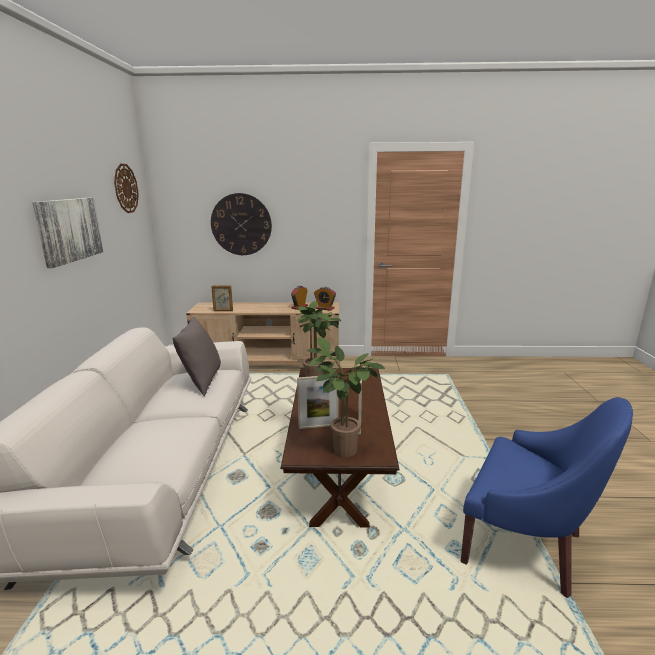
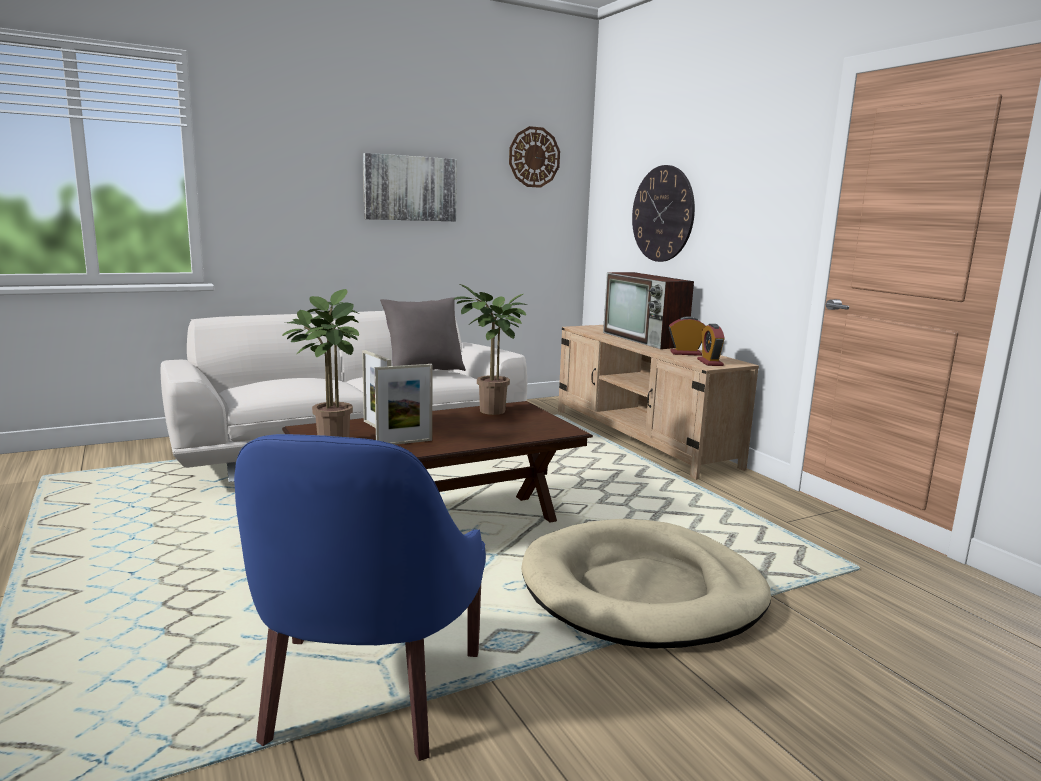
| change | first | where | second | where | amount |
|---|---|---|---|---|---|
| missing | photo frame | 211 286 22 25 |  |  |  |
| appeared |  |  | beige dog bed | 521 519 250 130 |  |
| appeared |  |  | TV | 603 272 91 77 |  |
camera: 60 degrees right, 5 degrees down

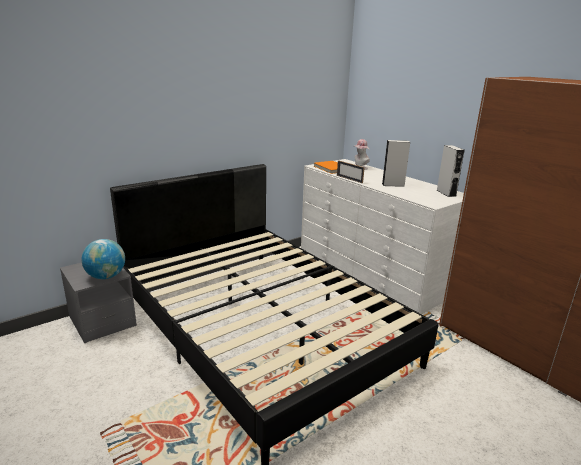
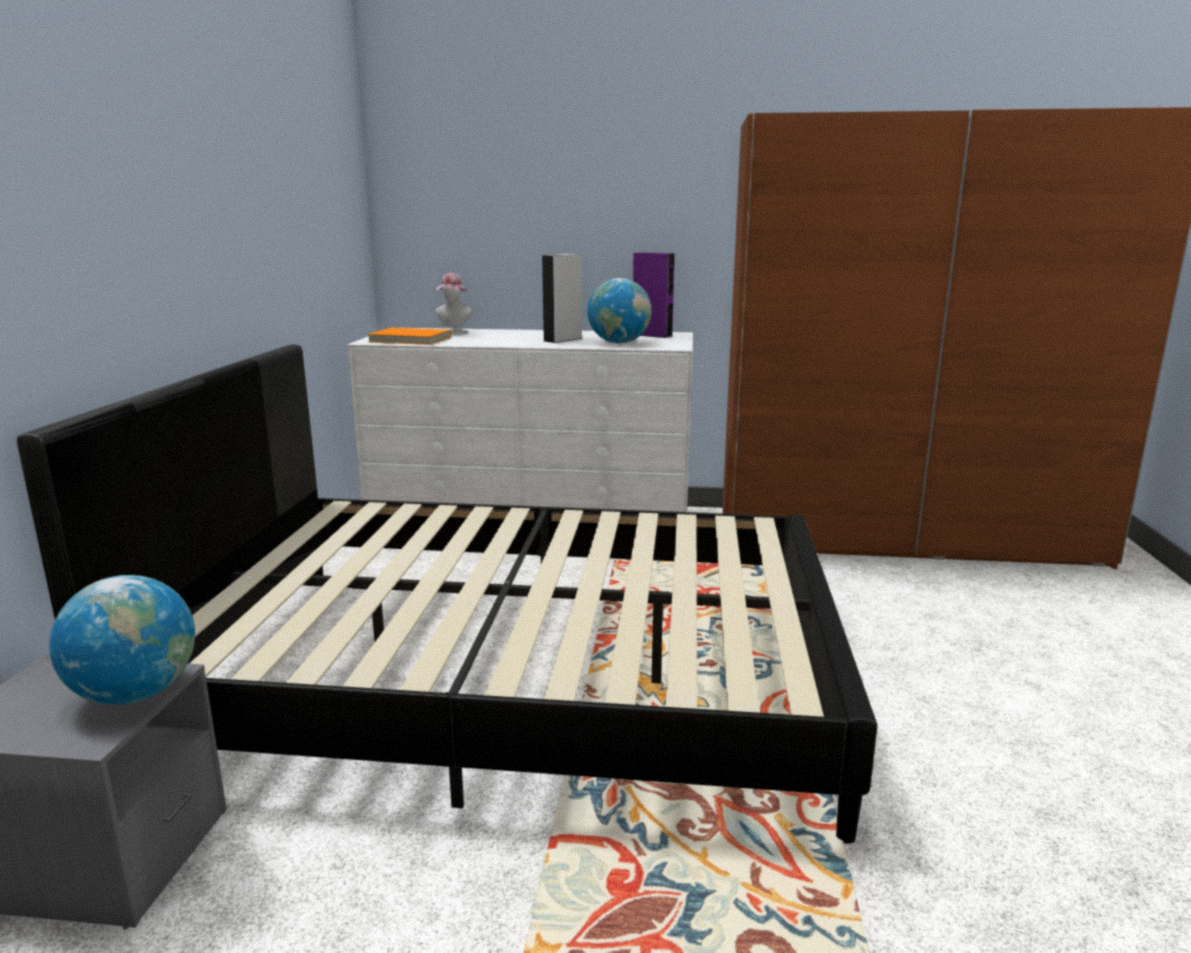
| change | first | where | second | where | amount |
|---|---|---|---|---|---|
| missing | photo frame | 337 160 28 23 |  |  |  |
| colour | greyish audio speaker | 437 145 28 52 | purple-coloured audio speaker | 633 252 42 86 |  |
| appeared |  |  | world globe | 587 278 65 66 |  |
camera: 45 degrees left, 5 degrees down

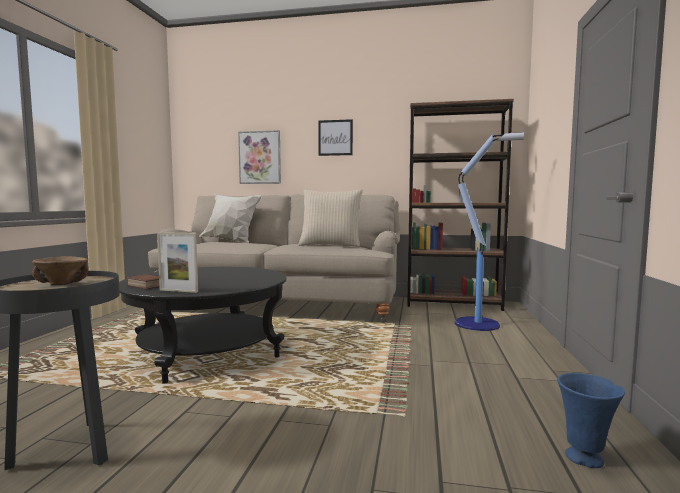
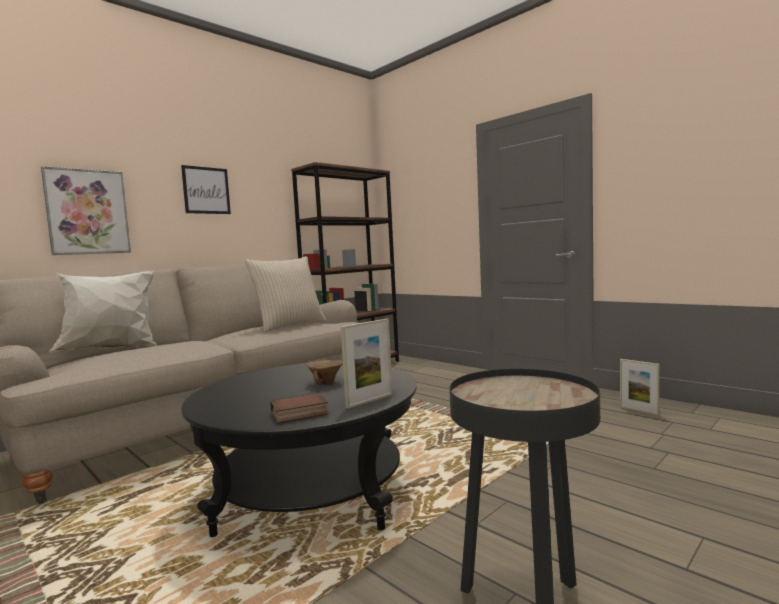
| change | first | where | second | where | amount |
|---|---|---|---|---|---|
| relocated | brownish deep dish | 32 256 56 29 |  | 307 360 36 25 |  |
| missing | standard lamp | 455 132 69 199 |  |  |  |
| exchanged | blue flower vase | 557 373 68 95 | photo frame | 620 359 39 56 |  |
camera: 55 degrees left, 0 degrees up

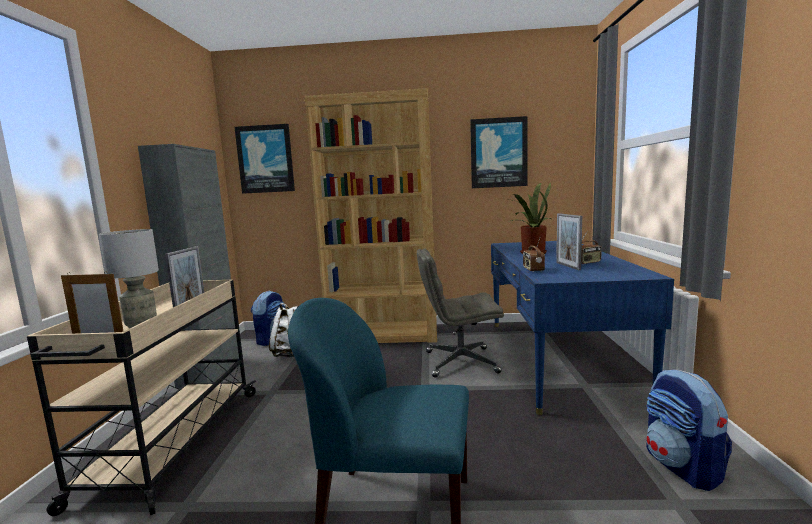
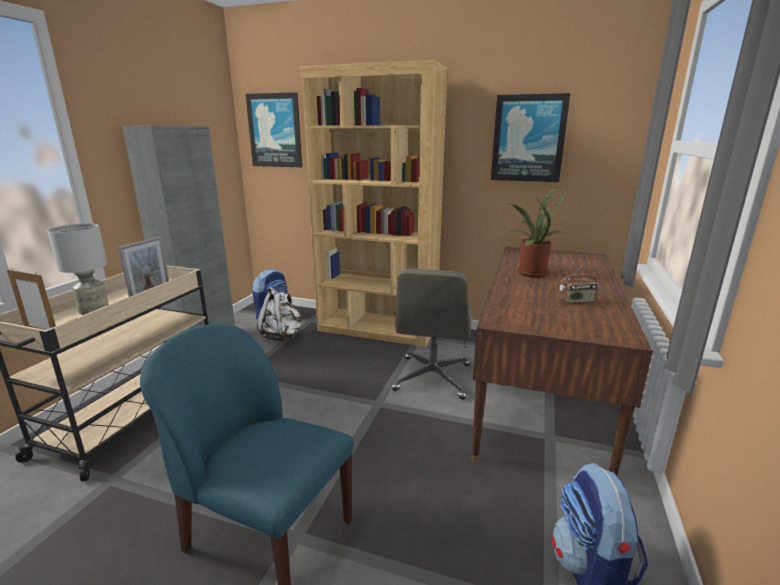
| change | first | where | second | where | amount |
|---|---|---|---|---|---|
| spun | greyish office chair | 417 248 87 130 |  | 392 269 80 131 | 90 degrees counterclockwise |
| colour | blue desk table | 491 241 183 174 | brownish desk table | 471 247 182 229 |  |
| missing | radio set | 523 238 22 34 |  |  |  |
| missing | photo frame | 556 213 26 57 |  |  |  |
camera: 15 degrees right, 10 degrees up

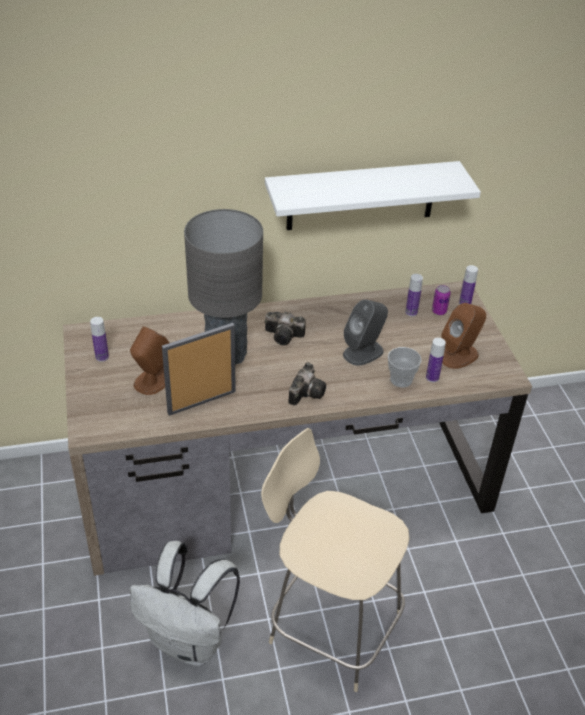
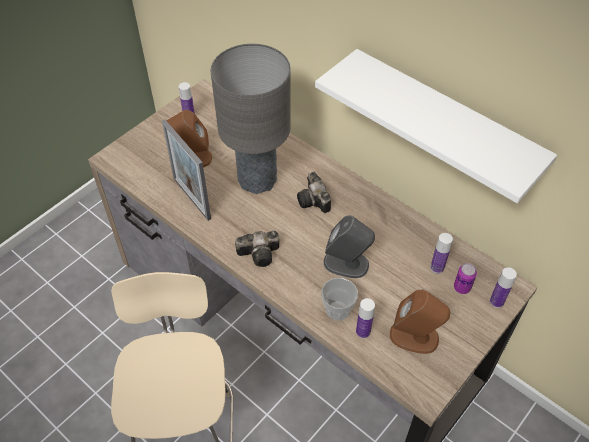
| change | first | where | second | where | amount |
|---|---|---|---|---|---|
| missing | white rucksack | 130 541 110 125 |  |  |  |
| spun | photo frame | 162 323 74 93 |  | 162 120 49 101 | 150 degrees counterclockwise |
camera: 55 degrees right, 10 degrees up

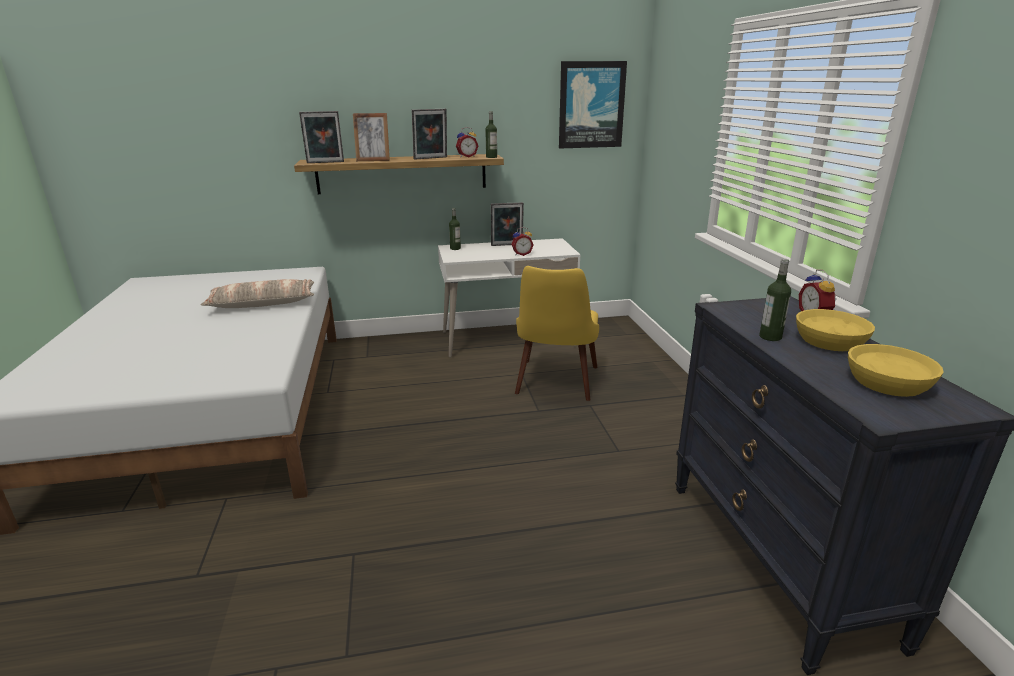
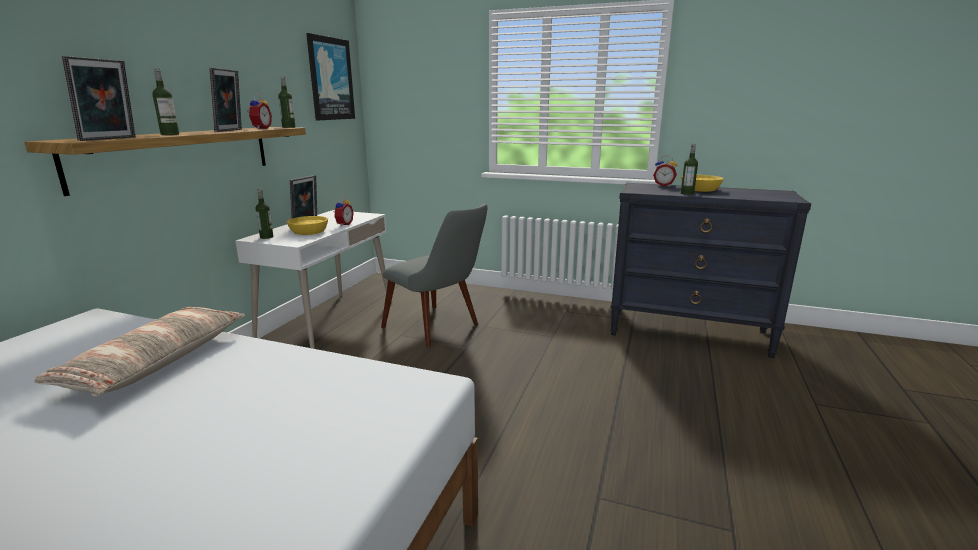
| change | first | where | second | where | amount |
|---|---|---|---|---|---|
| exchanged | photo frame | 353 113 37 48 | bottle | 152 68 27 67 |  |
| colour | yellow plain chair | 515 266 84 135 | greyish plain chair | 381 204 107 143 |  |
| relocated | yellow deep dish | 848 344 96 53 |  | 287 216 41 19 |  |
camera: 60 degrees left, 5 degrees down

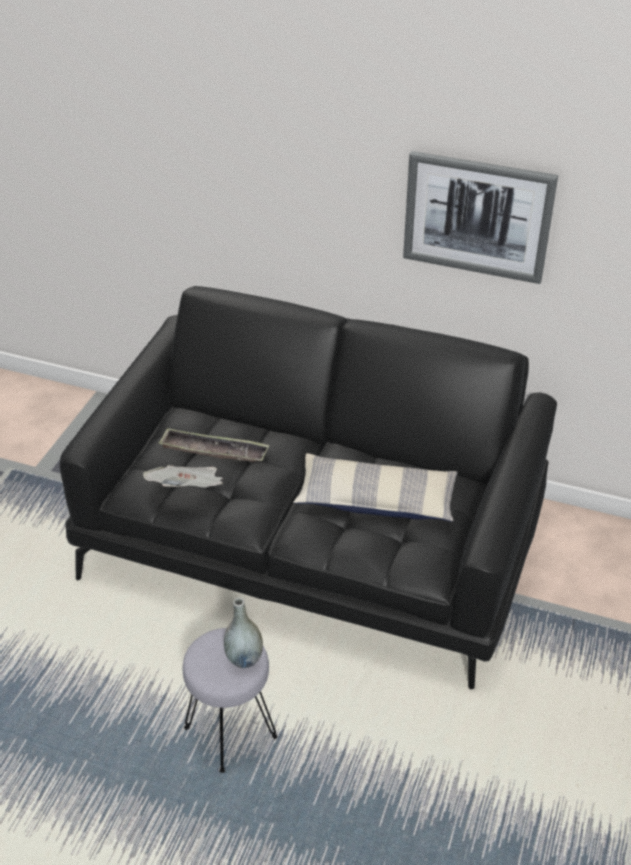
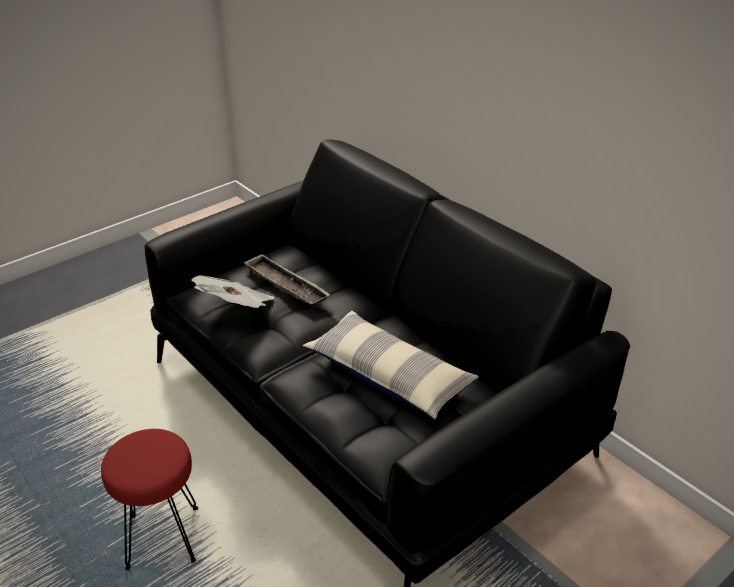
| change | first | where | second | where | amount |
|---|---|---|---|---|---|
| colour | greyish sitting stool | 183 628 94 145 | red sitting stool | 101 429 97 141 |  |
| missing | greyish flower vase | 224 597 39 71 |  |  |  |
| missing | picture | 403 151 155 133 |  |  |  |
camera: 30 degrees right, 5 degrees down

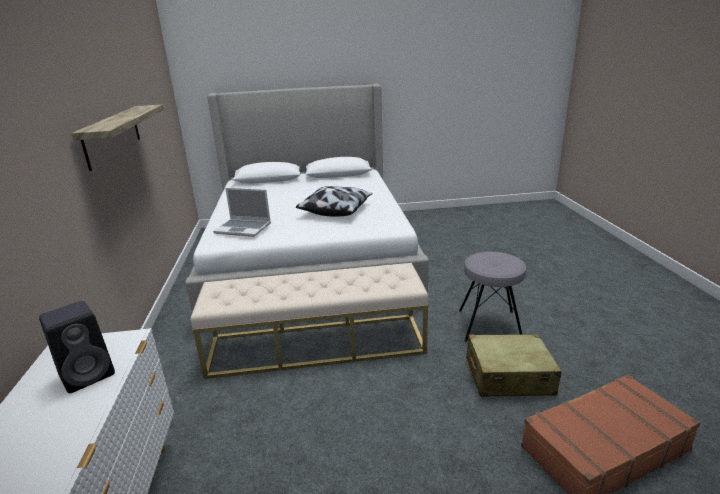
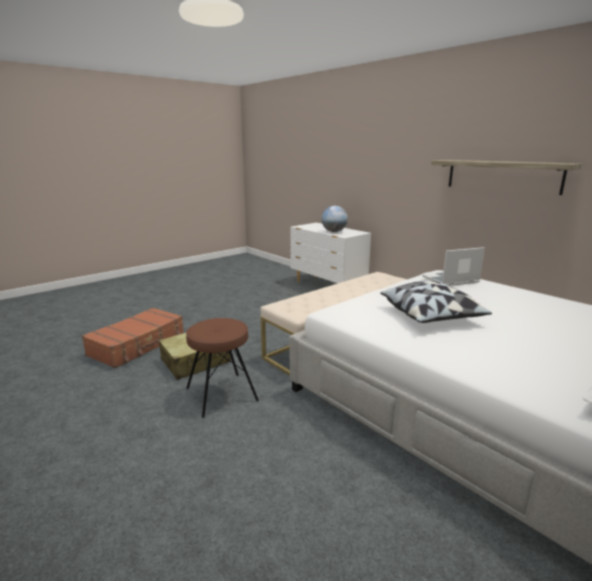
| change | first | where | second | where | amount |
|---|---|---|---|---|---|
| exchanged | blackish audio speaker | 39 301 76 92 | world globe | 322 206 26 26 |  |
| colour | greyish sitting stool | 459 252 67 90 | brownish sitting stool | 186 318 73 100 |  |
camera: 145 degrees right, 5 degrees down

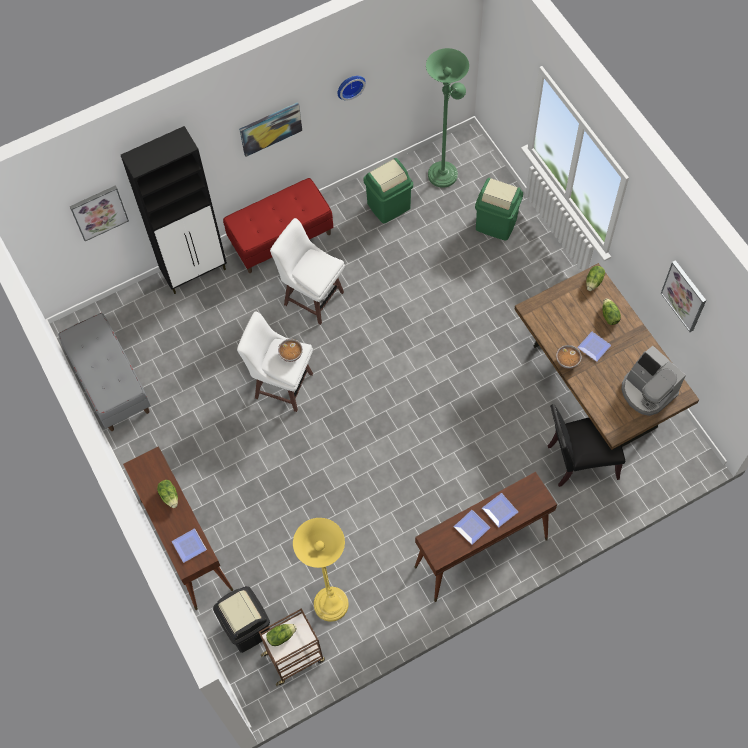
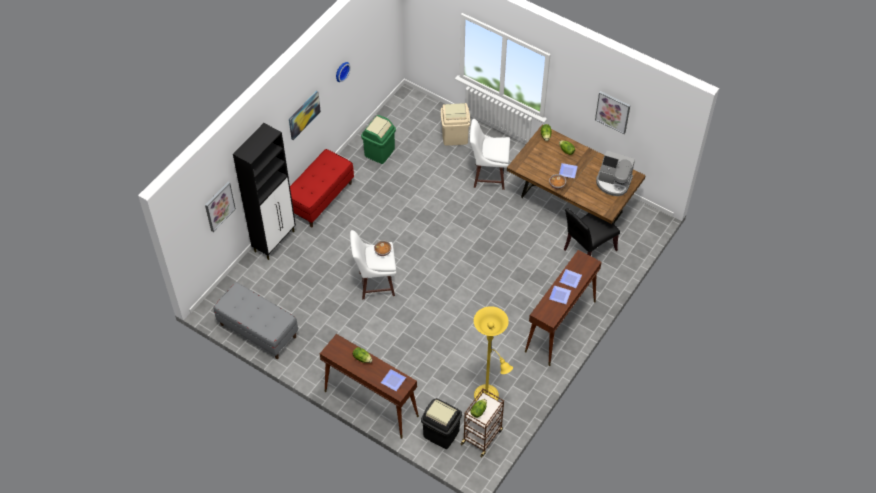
| change | first | where | second | where | amount |
|---|---|---|---|---|---|
| relocated | white sitting stool | 270 218 75 107 |  | 470 119 40 71 |  |
| missing | green standard lamp | 426 48 43 140 |  |  |  |
| colour | green trash can | 475 178 48 63 | beige trash can | 441 103 29 43 |  |
camera: 30 degrees left, 10 degrees down

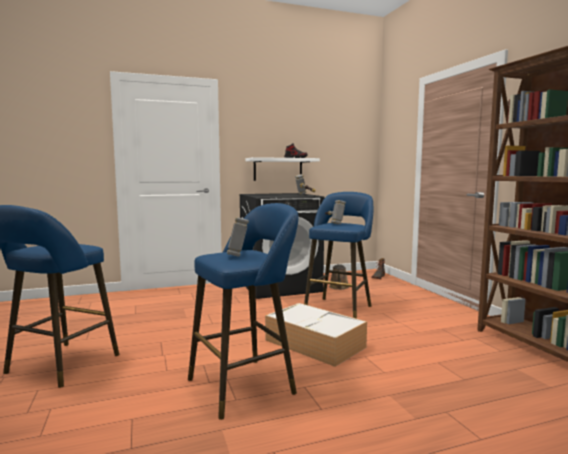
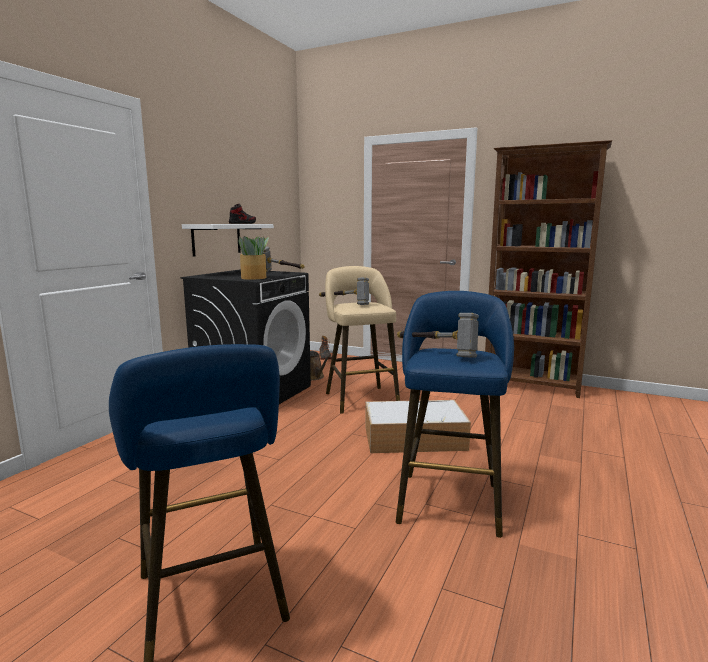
| change | first | where | second | where | amount |
|---|---|---|---|---|---|
| colour | blue sitting stool | 304 192 69 127 | beige sitting stool | 325 266 75 148 |  |
| appeared |  |  | plant in a pot | 238 236 31 44 |  |
camera: 45 degrees left, 5 degrees up

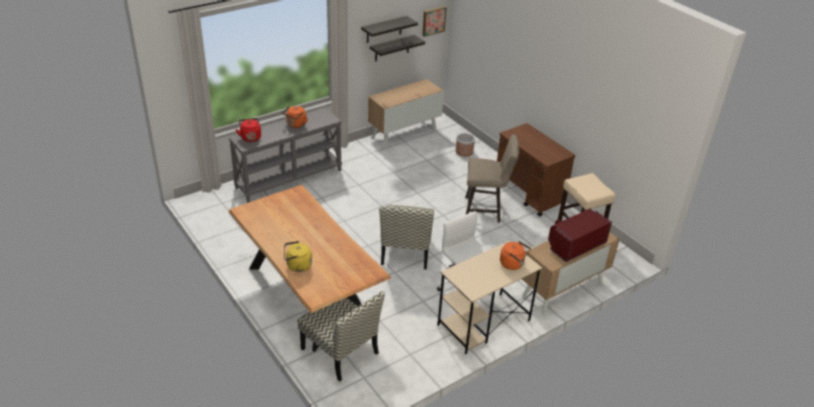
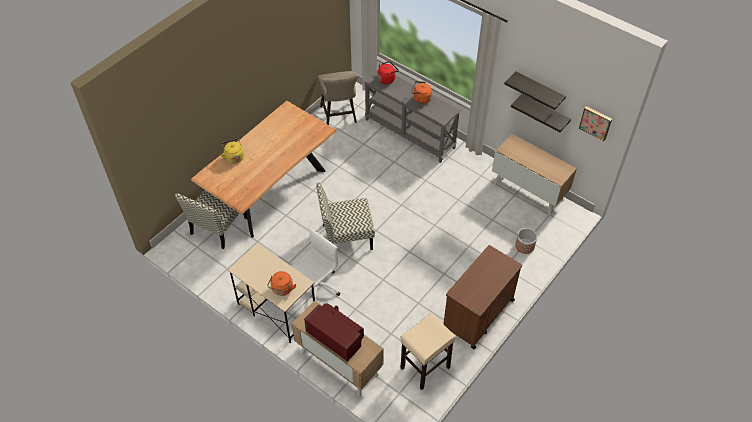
| change | first | where | second | where | amount |
|---|---|---|---|---|---|
| relocated | beige sitting stool | 465 134 54 89 |  | 318 71 41 54 |  |
camera: 75 degrees right, 15 degrees up

